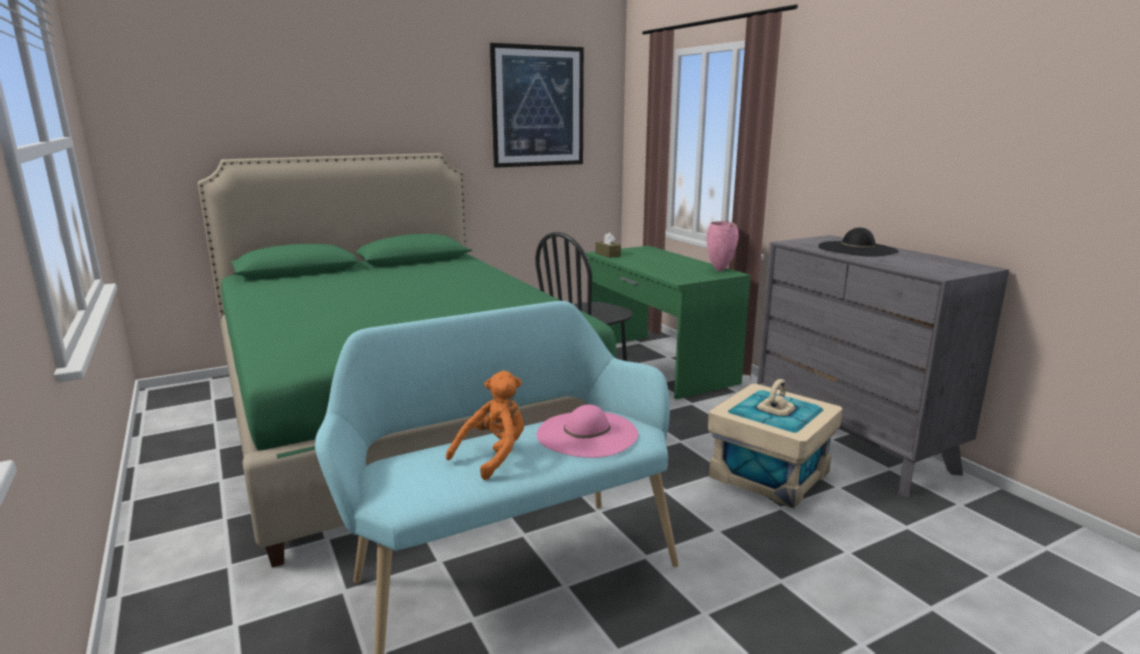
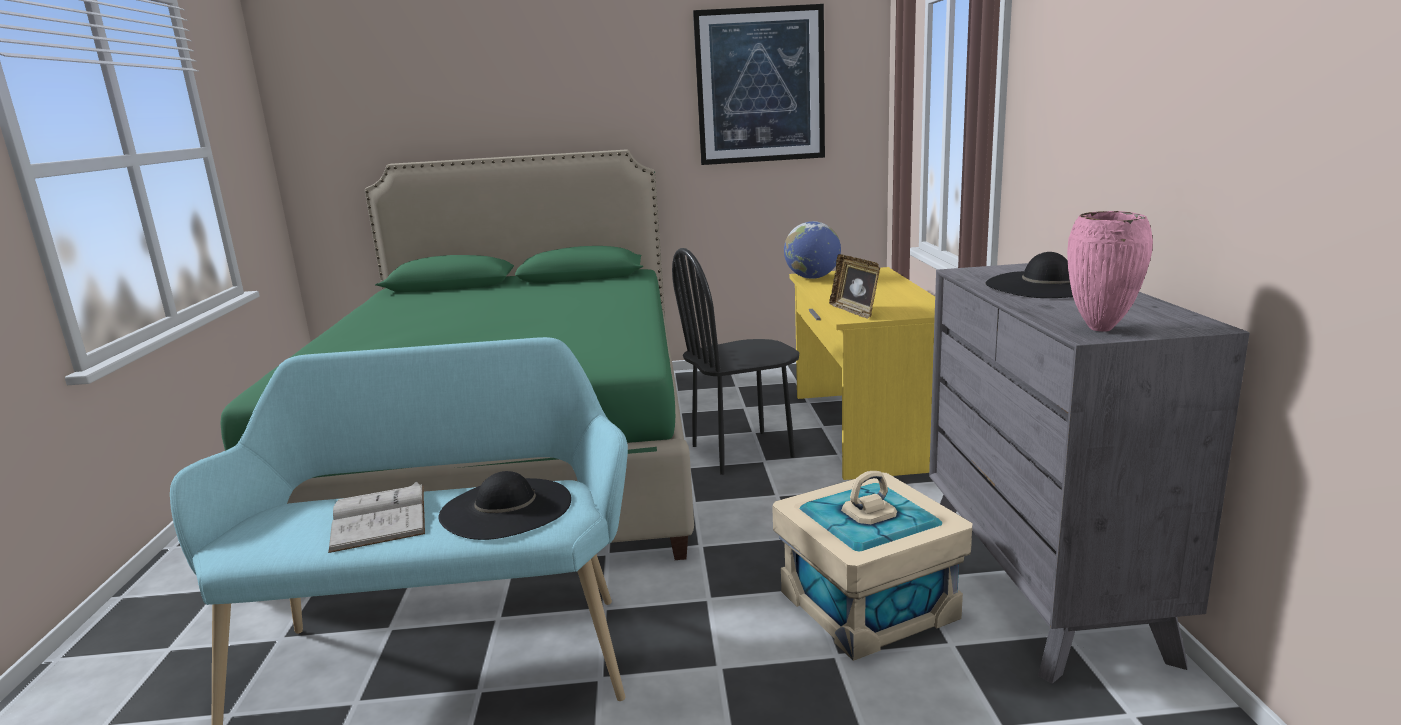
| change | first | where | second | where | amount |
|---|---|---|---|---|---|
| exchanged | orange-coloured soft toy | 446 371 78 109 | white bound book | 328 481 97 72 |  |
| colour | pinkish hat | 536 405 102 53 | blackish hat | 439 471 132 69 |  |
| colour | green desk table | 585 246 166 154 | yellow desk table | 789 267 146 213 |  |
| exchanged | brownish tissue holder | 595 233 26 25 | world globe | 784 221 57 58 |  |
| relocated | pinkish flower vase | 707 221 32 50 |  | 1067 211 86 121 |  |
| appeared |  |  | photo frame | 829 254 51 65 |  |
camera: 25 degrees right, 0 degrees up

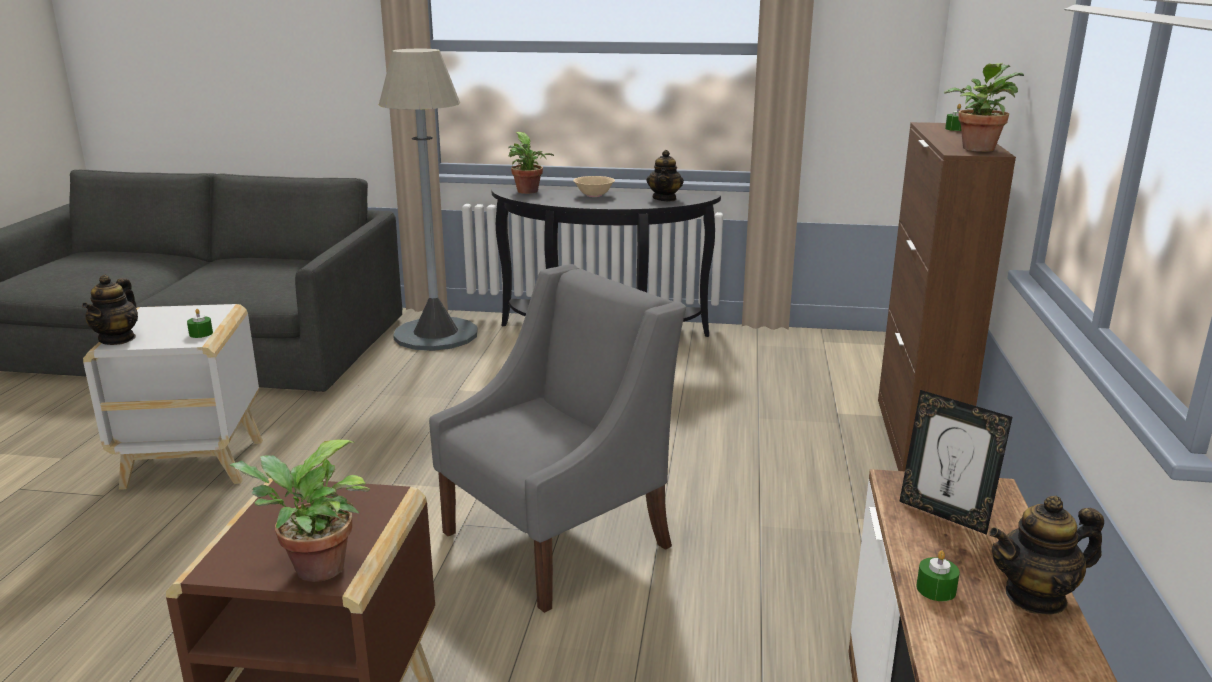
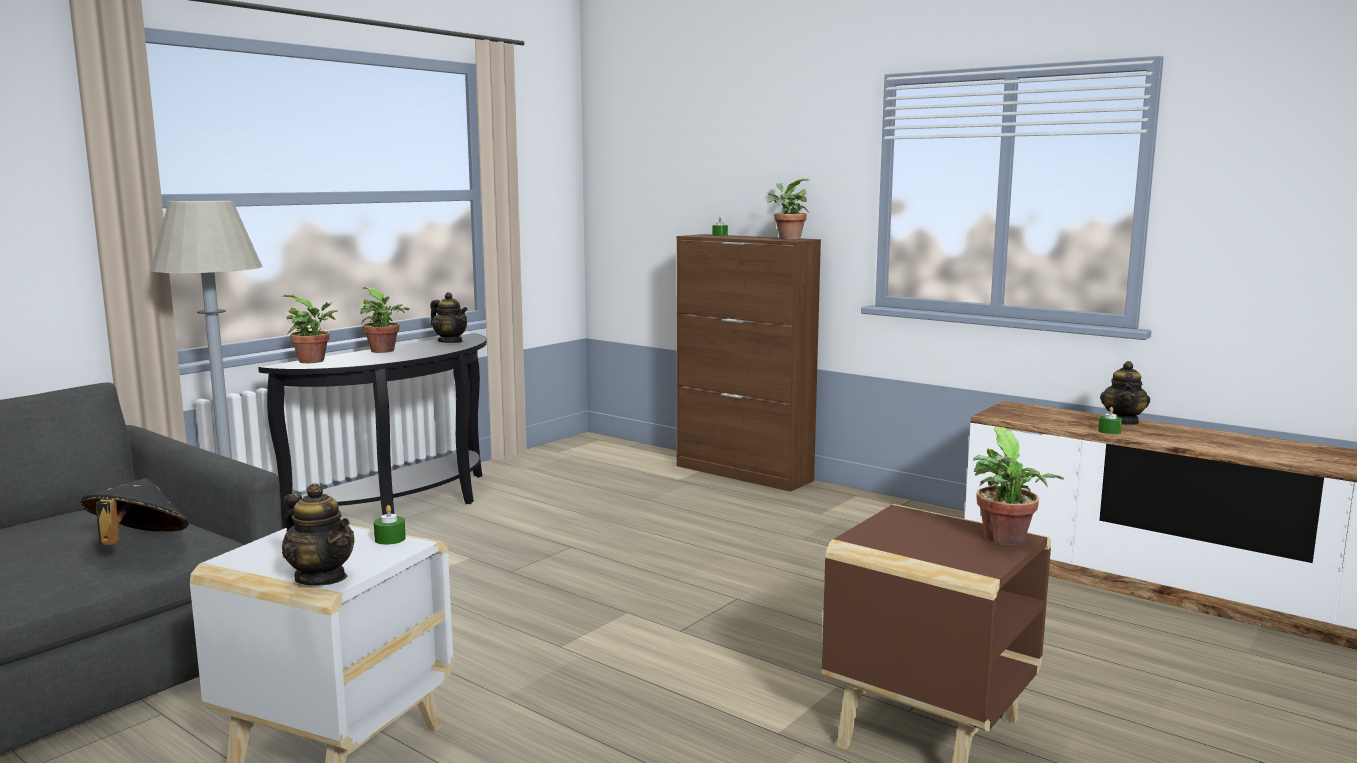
| change | first | where | second | where | amount |
|---|---|---|---|---|---|
| missing | greyish lounge chair | 429 264 257 349 |  |  |  |
| exchanged | beige deep dish | 573 176 42 21 | plant in a pot | 360 287 49 66 |  |
| missing | photo frame | 899 390 113 145 |  |  |  |
| appeared |  |  | blackish hat | 79 478 110 67 |  |
camera: 60 degrees left, 10 degrees down

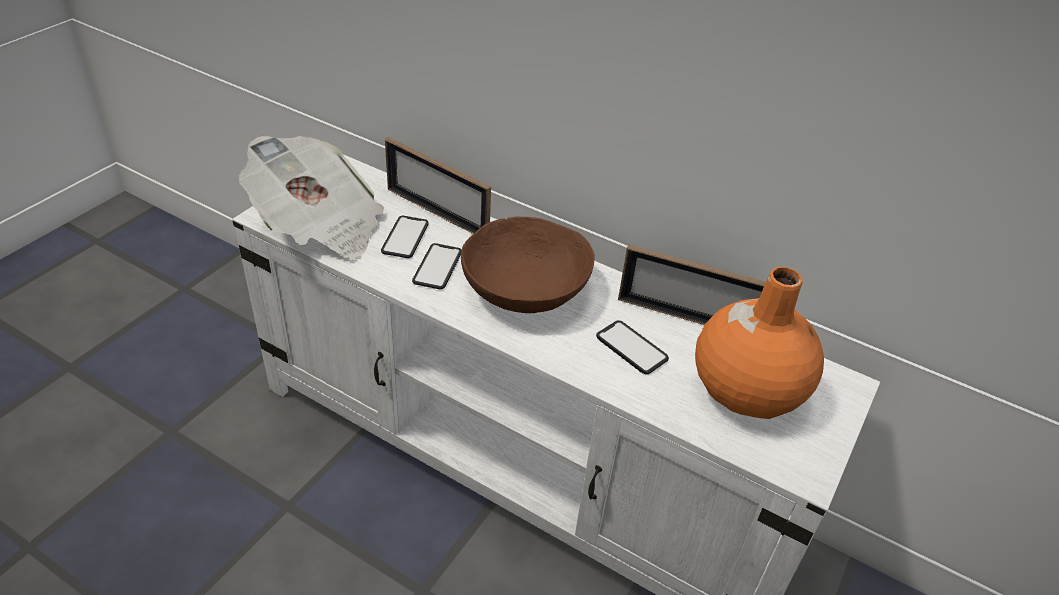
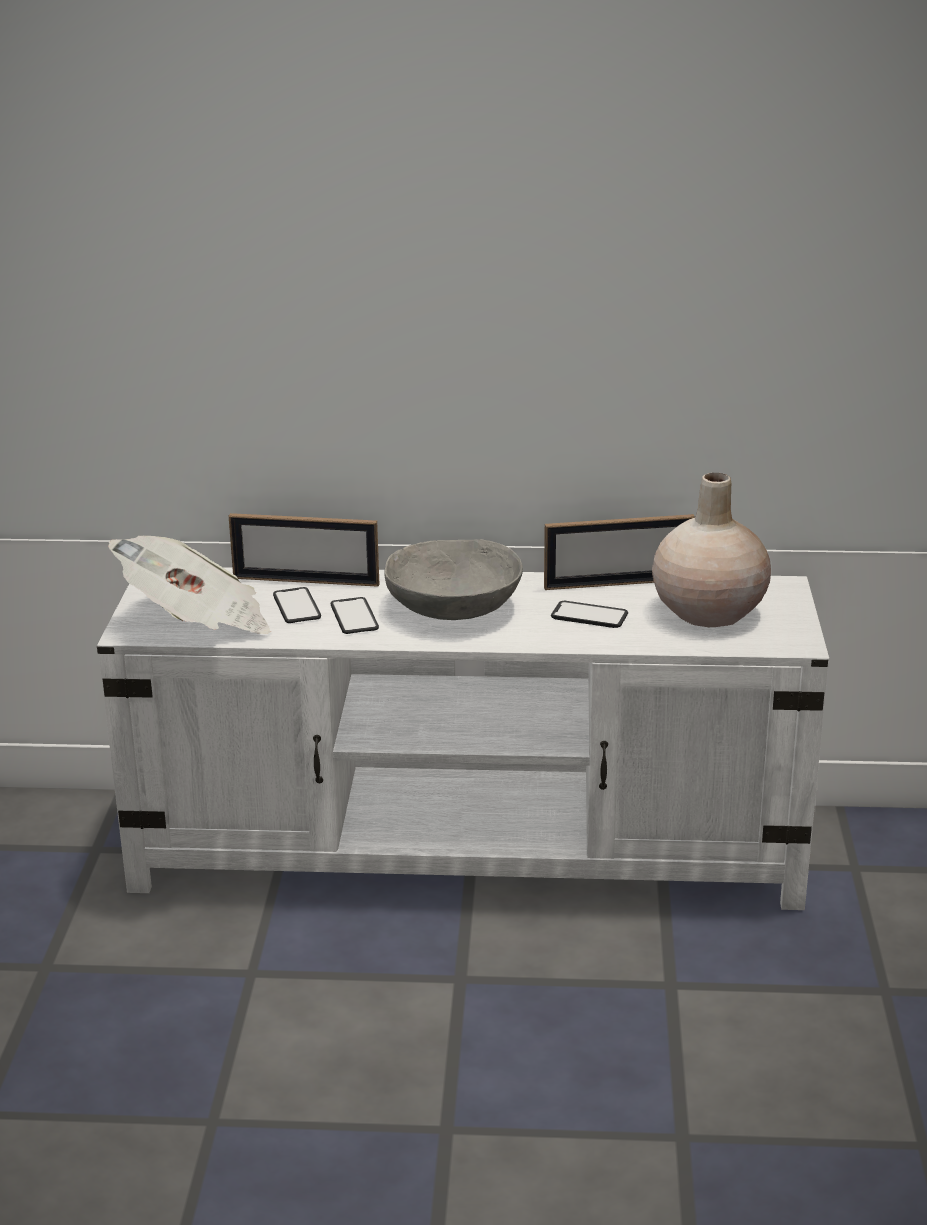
| change | first | where | second | where | amount |
|---|---|---|---|---|---|
| colour | brownish deep dish | 461 217 133 96 | greyish deep dish | 384 539 139 81 |  |
| colour | orange-coloured flower vase | 695 267 129 152 | beige flower vase | 652 473 119 154 |  |
camera: 25 degrees left, 15 degrees down

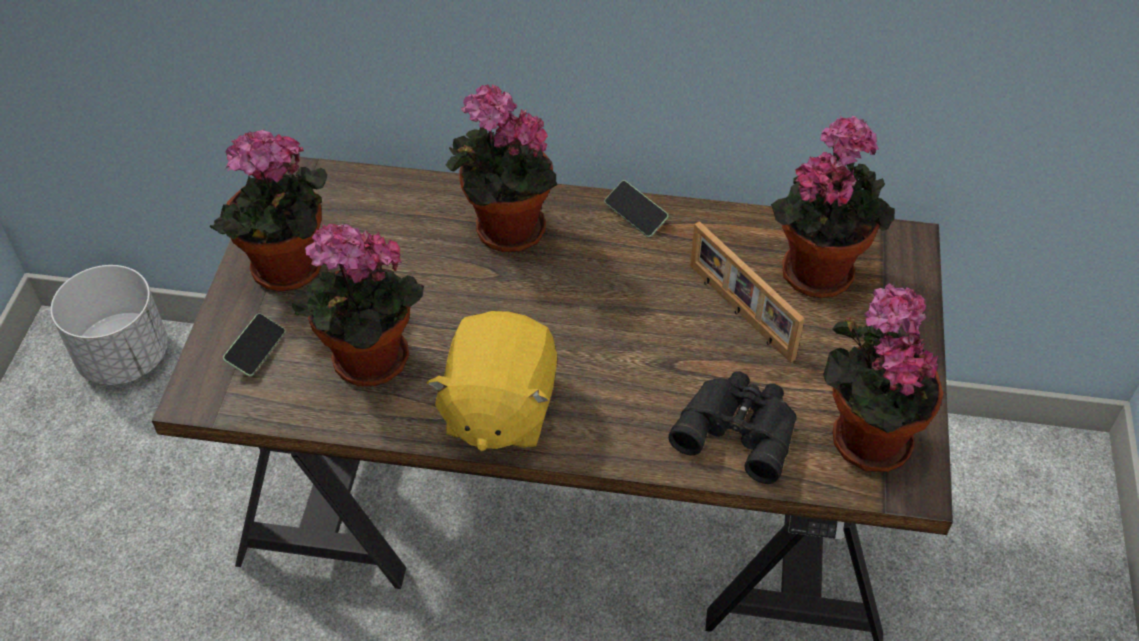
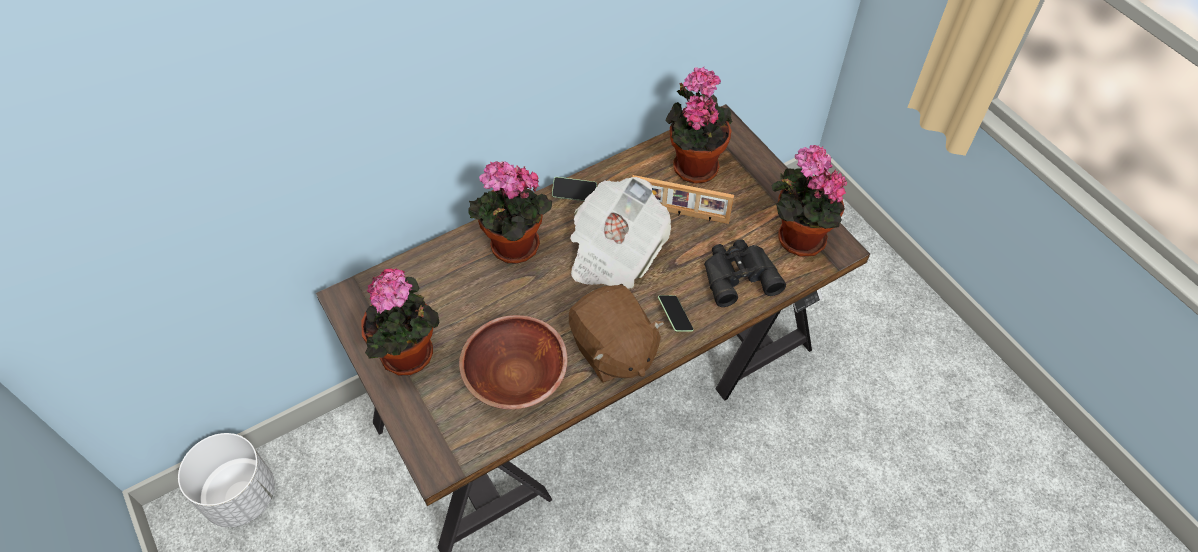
| change | first | where | second | where | amount |
|---|---|---|---|---|---|
| relocated | telephone | 223 313 63 63 |  | 658 295 36 37 |  |
| exchanged | plant in a pot | 292 224 132 162 | brownish deep dish | 459 315 109 95 |  |
| colour | yellow soft toy | 427 311 130 140 | brownish soft toy | 569 285 96 98 |  |
| appeared |  |  | daily paper | 570 177 101 112 |  |
camera: 40 degrees left, 5 degrees up

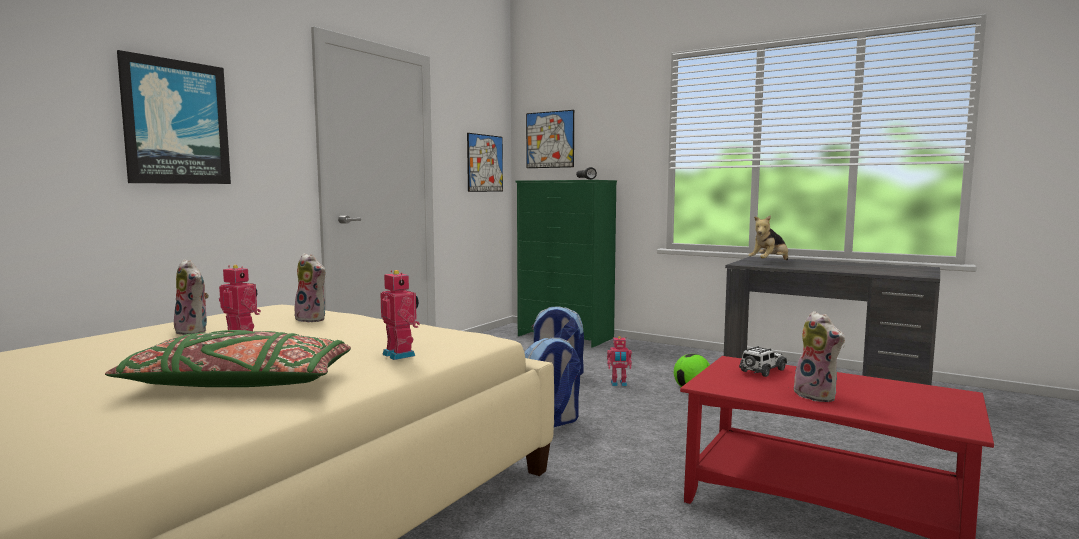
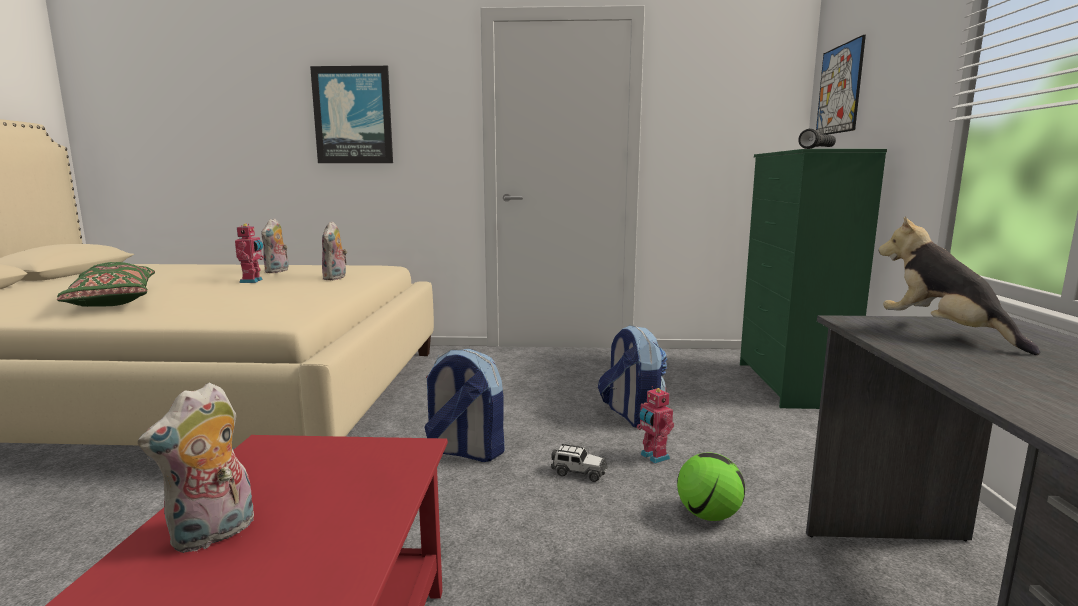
| change | first | where | second | where | amount |
|---|---|---|---|---|---|
| missing | robot figure | 380 270 40 90 |  |  |  |
| missing | picture | 467 133 36 59 |  |  |  |
| relocated | miniature car | 739 346 48 31 |  | 551 444 56 38 |  |
| spun | soft toy | 748 215 40 46 |  | 879 216 162 139 | 45 degrees clockwise |
camera: 60 degrees right, 5 degrees up

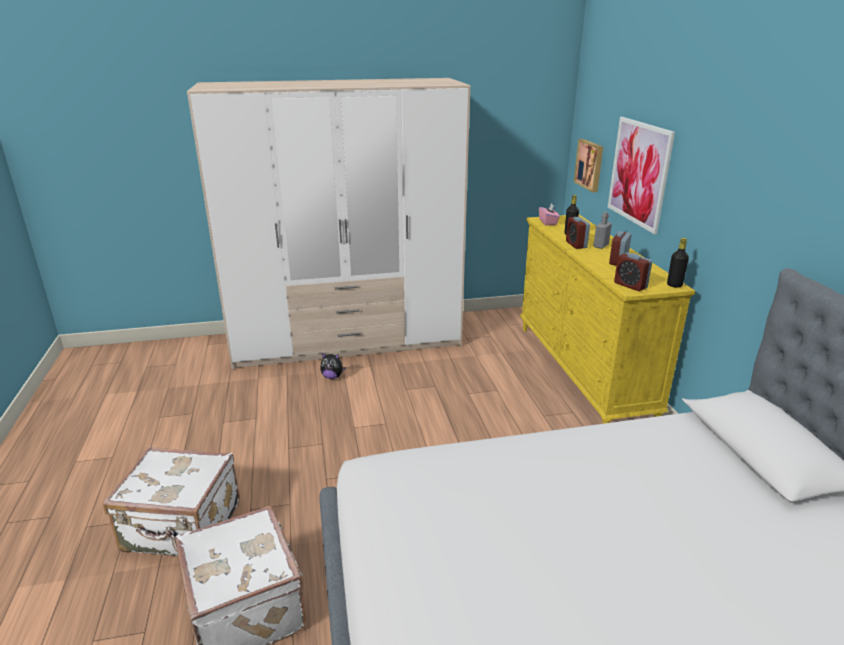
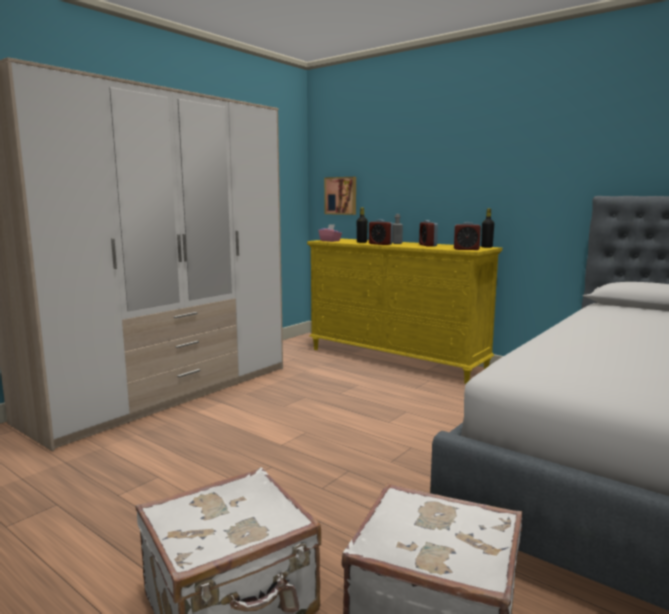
| change | first | where | second | where | amount |
|---|---|---|---|---|---|
| missing | soft toy | 320 353 26 26 |  |  |  |
| missing | picture | 608 117 67 117 |  |  |  |
camera: 40 degrees left, 15 degrees down

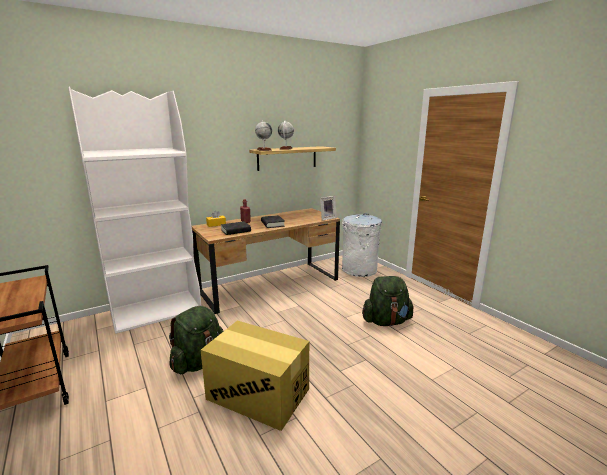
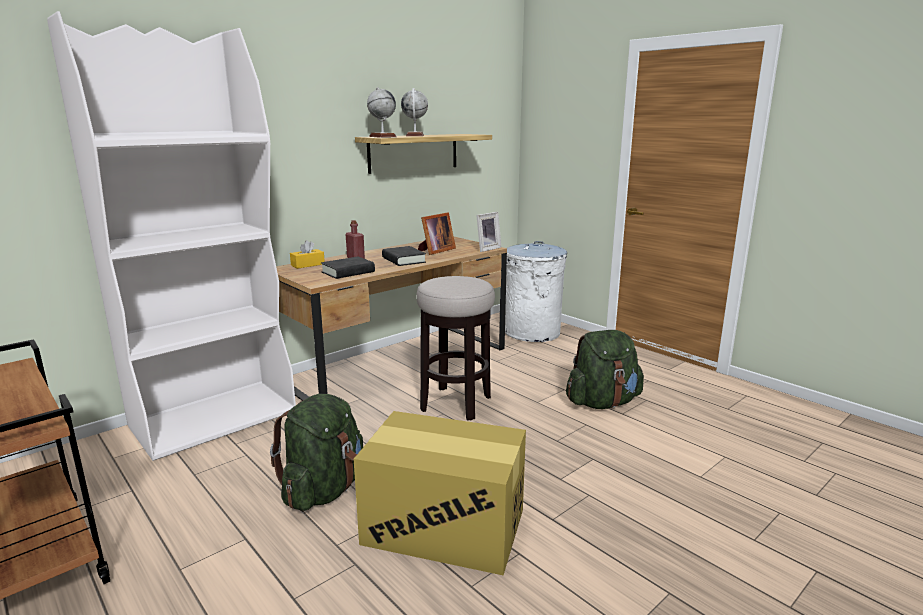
| change | first | where | second | where | amount |
|---|---|---|---|---|---|
| appeared |  |  | sitting stool | 416 276 79 144 |  |
| appeared |  |  | photo frame | 418 212 38 43 |  |
camera: 10 degrees left, 0 degrees up

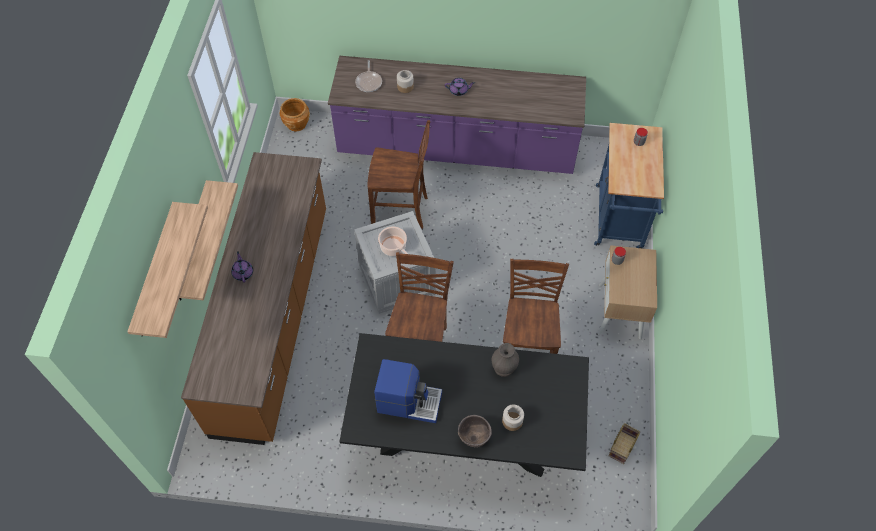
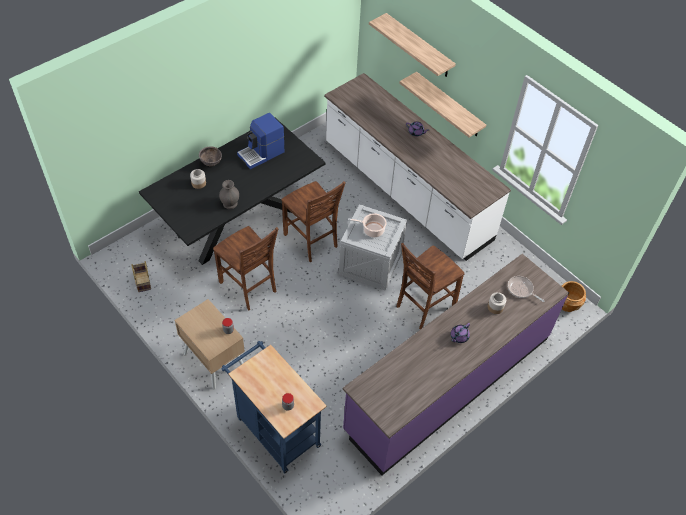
| change | first | where | second | where | amount |
|---|---|---|---|---|---|
| colour | brownish counter | 181 152 145 293 | white counter | 324 73 187 188 |  |
camera: 130 degrees right, 5 degrees down

